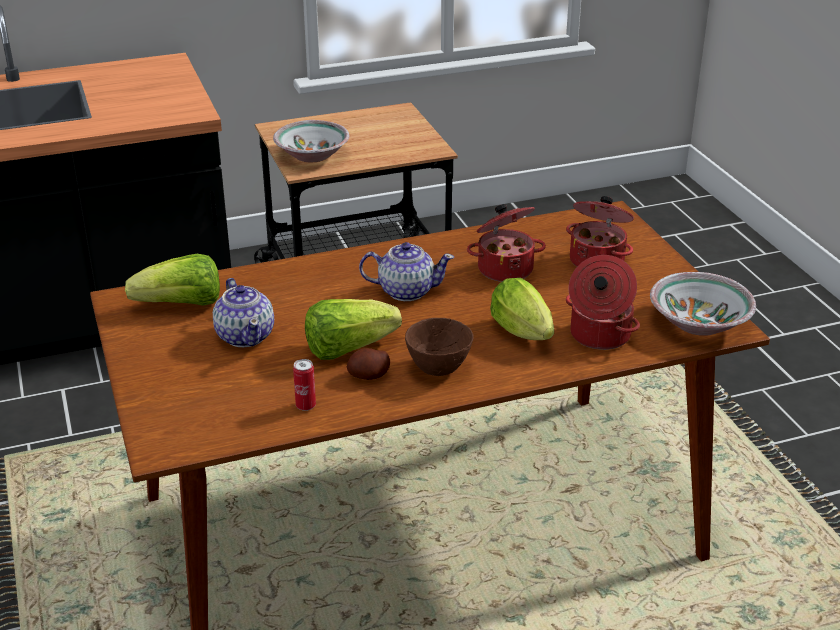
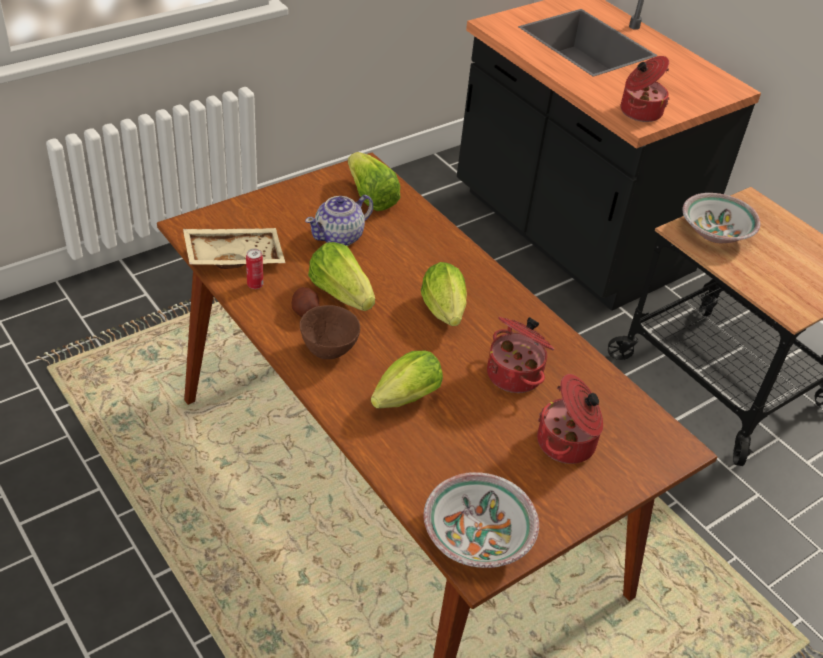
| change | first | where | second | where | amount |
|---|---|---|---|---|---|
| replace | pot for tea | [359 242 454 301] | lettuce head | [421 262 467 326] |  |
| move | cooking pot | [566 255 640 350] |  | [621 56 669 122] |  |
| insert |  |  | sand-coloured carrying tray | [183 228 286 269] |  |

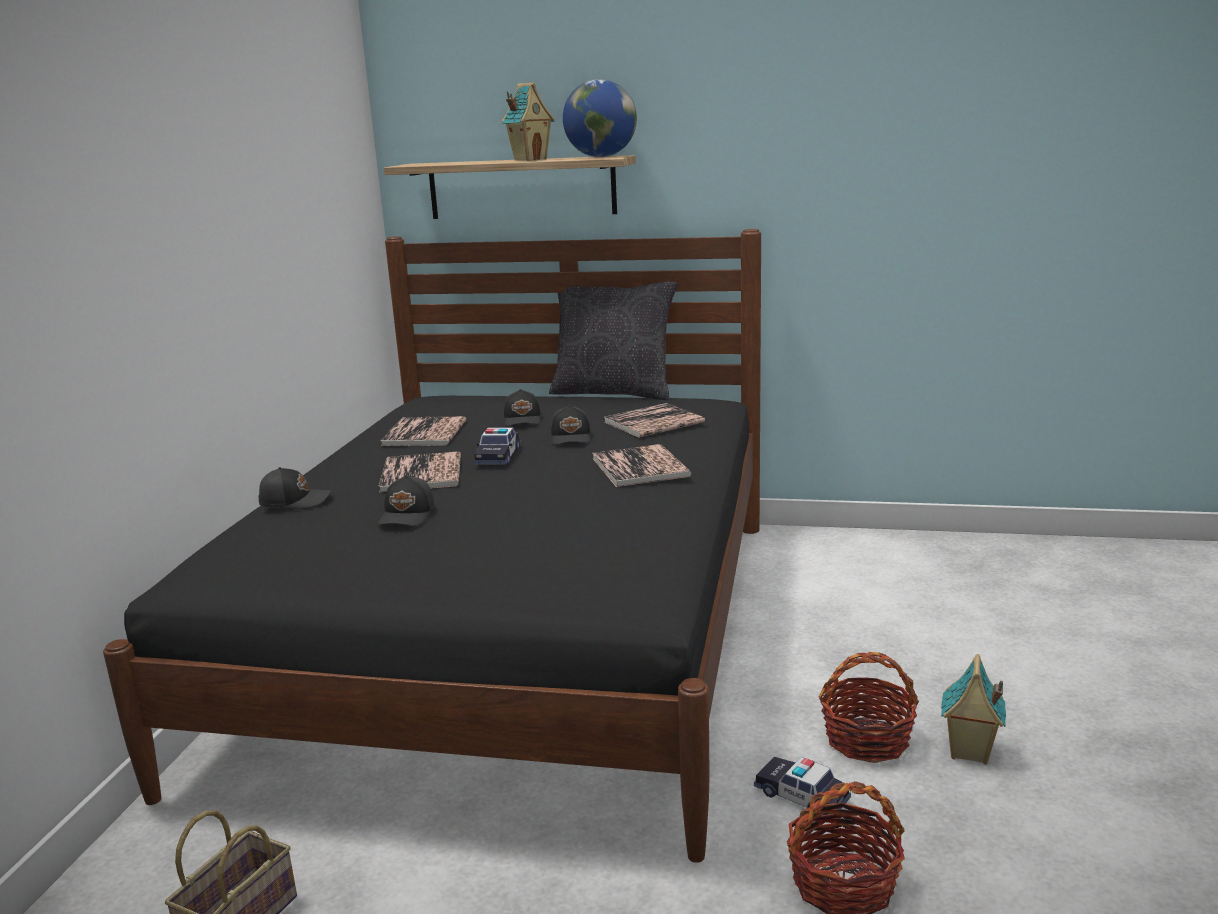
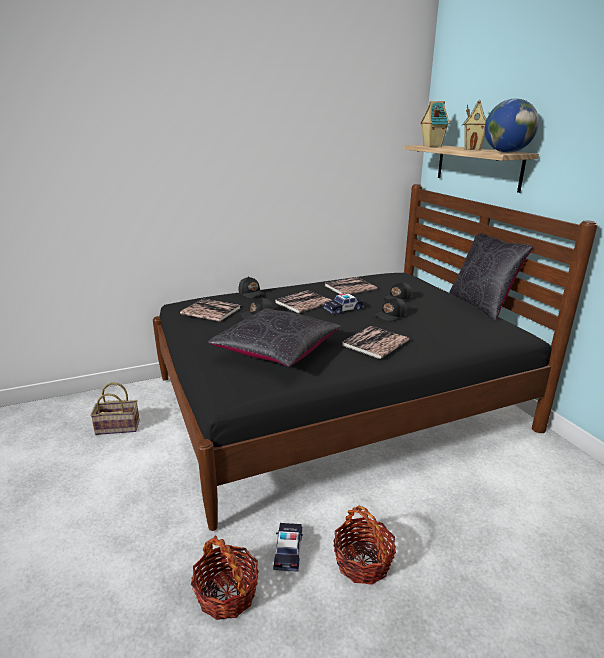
| change | first | where | second | where | amount |
|---|---|---|---|---|---|
| move | book | [604 403 705 438] |  | [180 299 241 322] |  |
| move | miniature house | [941 654 1006 765] |  | [420 101 450 147] |  |
| insert |  |  | black pillow | [208 308 341 367] |  |

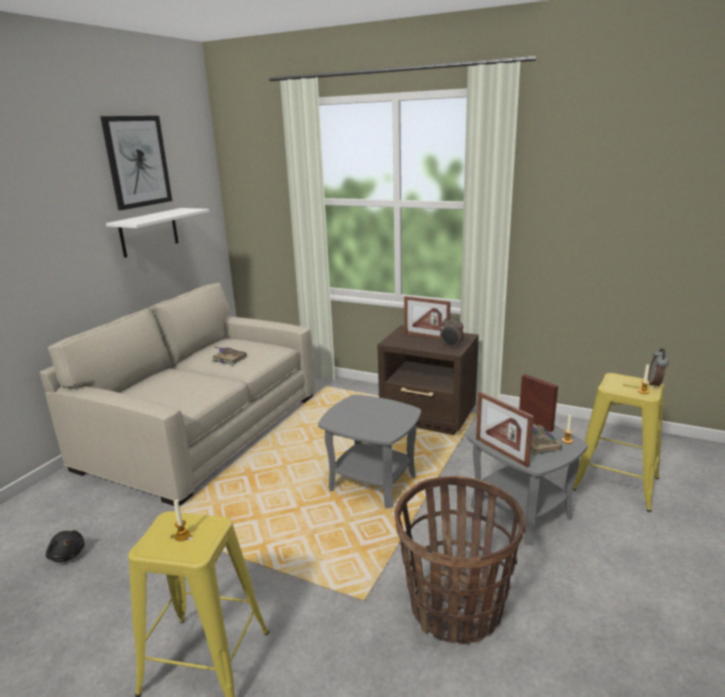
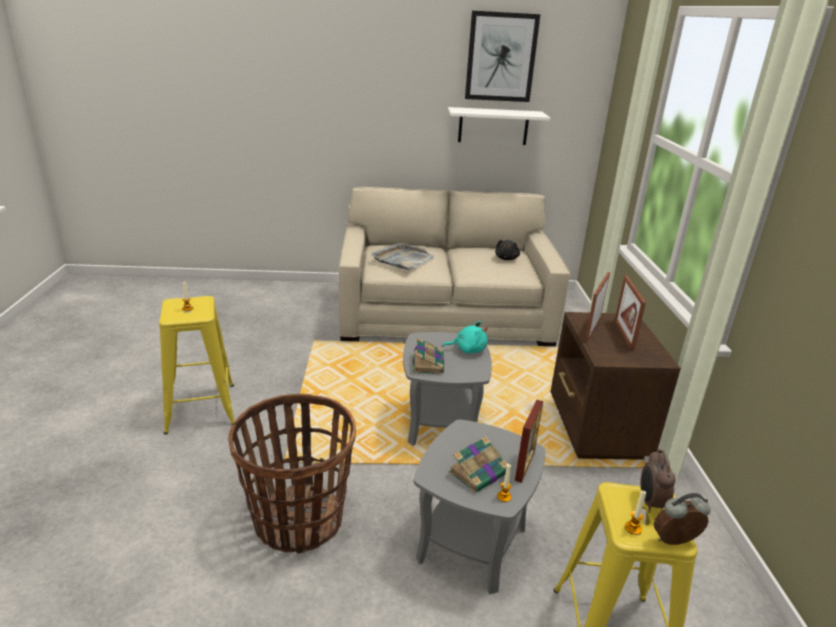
| change | first | where | second | where | amount |
|---|---|---|---|---|---|
| move | black plush toy | [46 530 85 563] |  | [495 240 520 260] |  |
| move | book | [212 346 247 365] |  | [412 338 444 374] |  |
| move | bedside clock | [440 317 464 349] |  | [641 449 676 513] |  |
| move | photo frame | [476 391 534 468] |  | [585 272 610 342] |  |
| insert |  |  | greyish carrying tray | [371 243 435 270] |  |
| insert |  |  | turquoise plush toy | [442 321 488 354] |  |

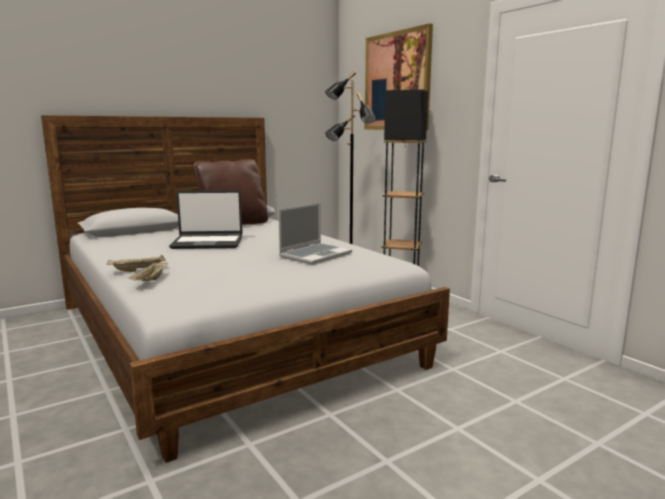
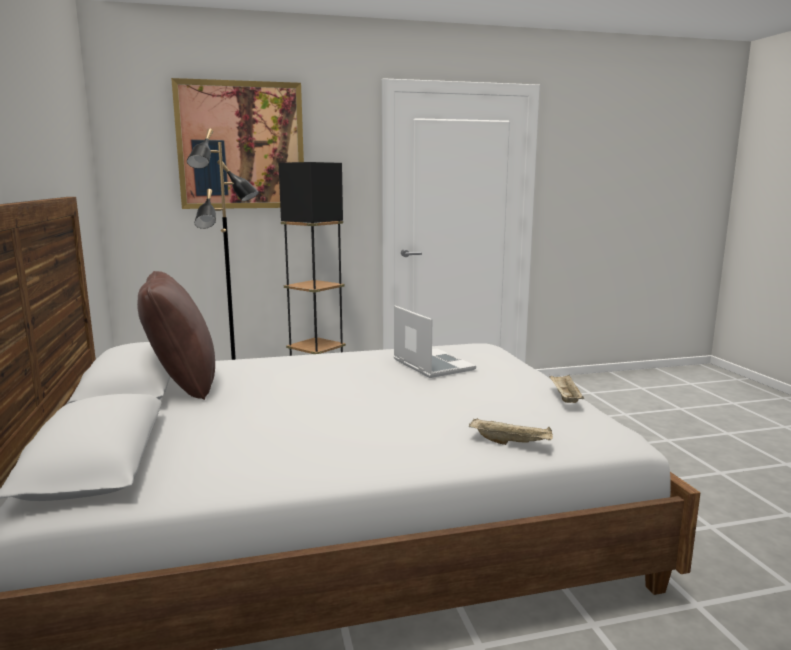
| change | first | where | second | where | amount |
|---|---|---|---|---|---|
| move | sand-coloured carrying tray | [107 255 166 272] |  | [550 375 584 403] |  |
| delete | notebook computer | [169 190 243 249] |  |  |  |

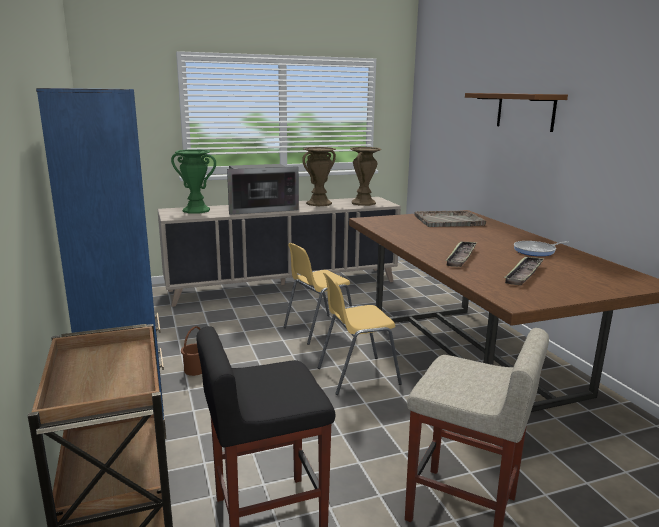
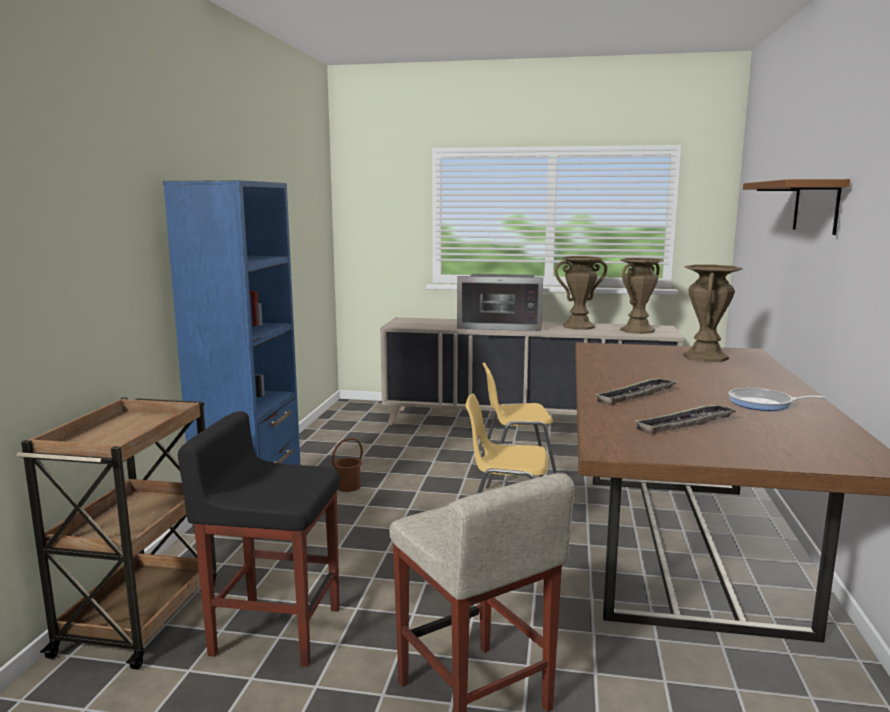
| change | first | where | second | where | amount |
|---|---|---|---|---|---|
| delete | greenish decorative vase | [171 149 216 213] |  |  |  |
| replace | greyish carrying tray | [415 211 486 227] | brown-coloured decorative vase | [683 264 743 362] |  |

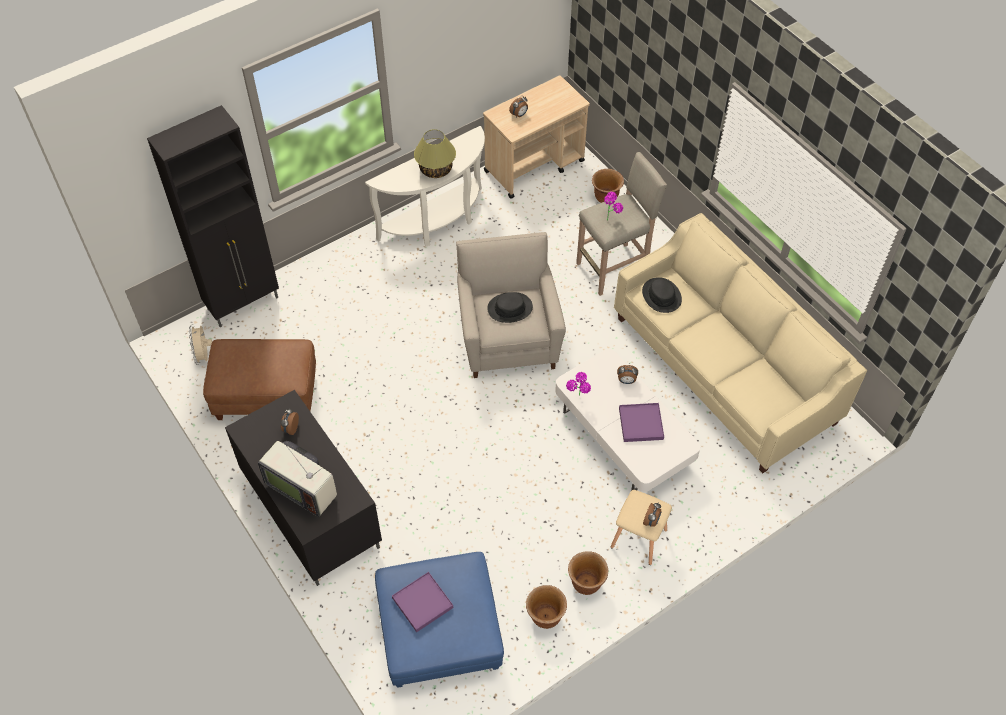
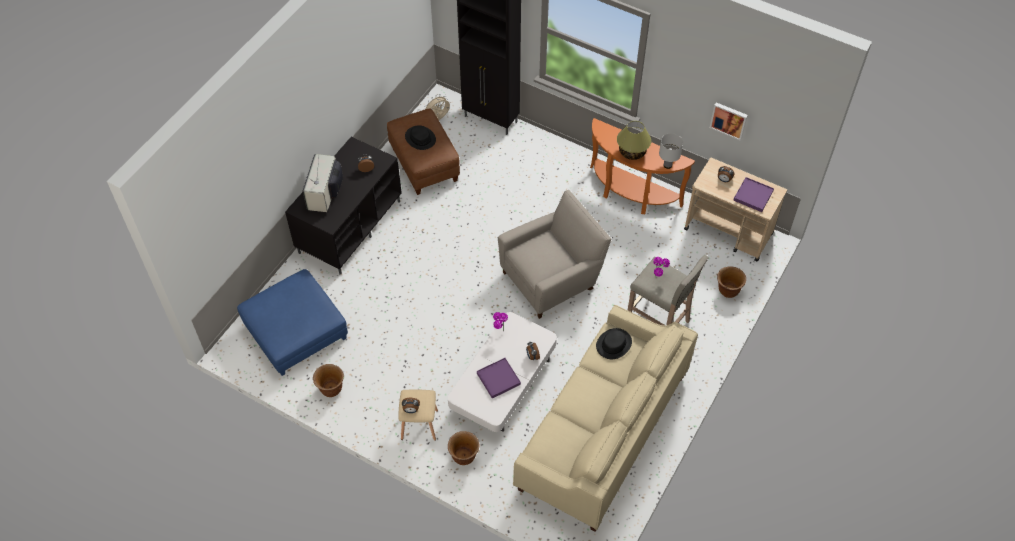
| change | first | where | second | where | amount |
|---|---|---|---|---|---|
| recolor | white hall table | [365 126 485 247] | orangey hall table | [590 118 695 214] |  |
| move | purple-coloured carrying tray | [392 572 453 632] |  | [733 177 774 212] |  |
| move | black hat | [487 292 533 323] |  | [405 125 436 150] |  |
| move | brown-coloured plant pot | [568 551 608 595] |  | [448 431 480 465] |  |
| insert |  |  | white tabletop lamp | [659 133 683 169] |  |
| insert |  |  | wall art | [710 102 748 140] |  |

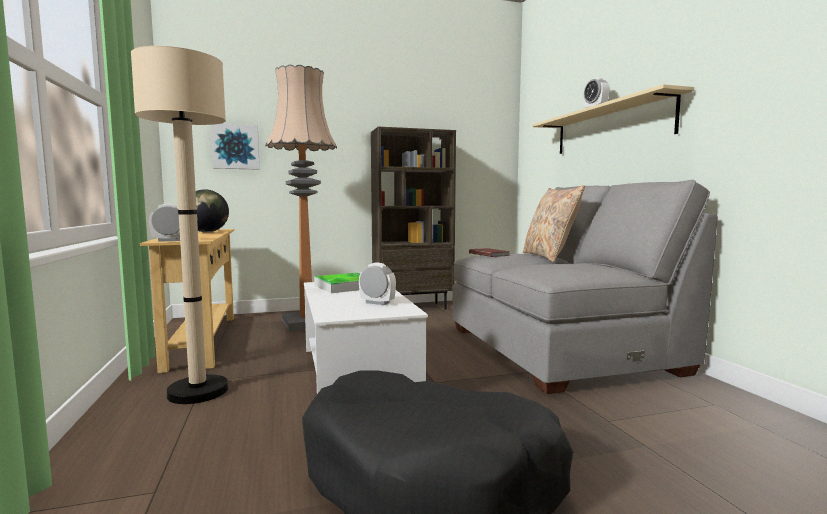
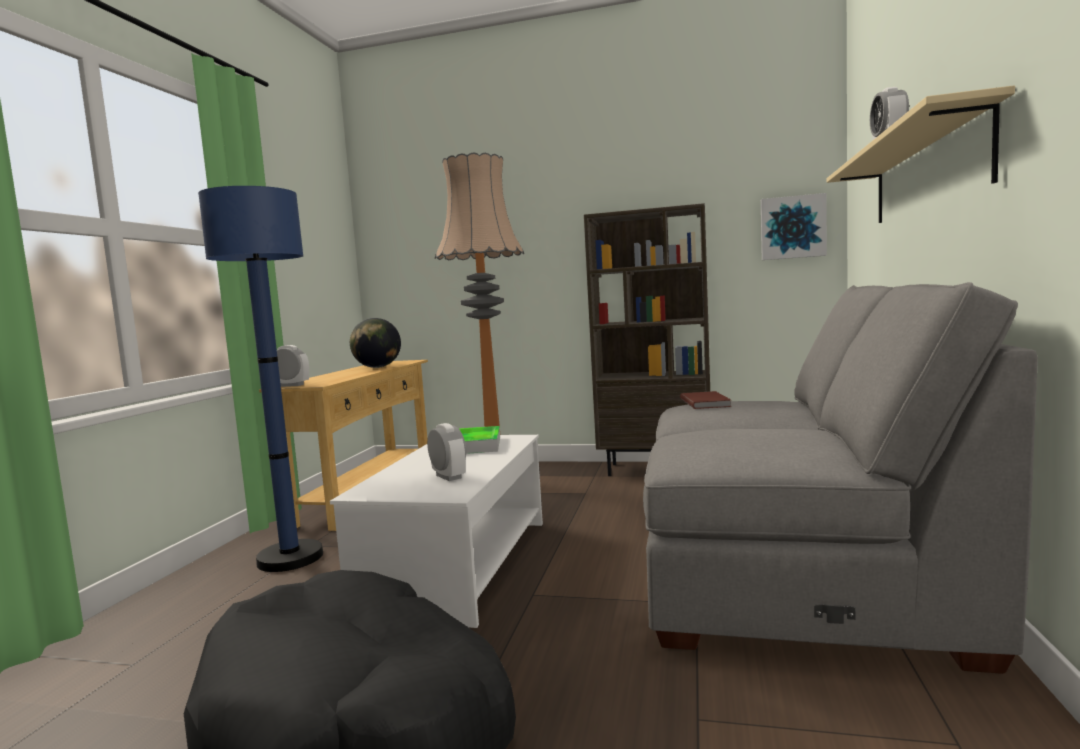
| change | first | where | second | where | amount |
|---|---|---|---|---|---|
| recolor | sand-coloured floor lamp | [131 46 228 404] | bluish floor lamp | [198 186 323 572] |  |
| move | wall art | [211 124 260 170] |  | [761 193 827 260] |  |
| delete | sand-coloured pillow | [523 185 585 262] |  |  |  |

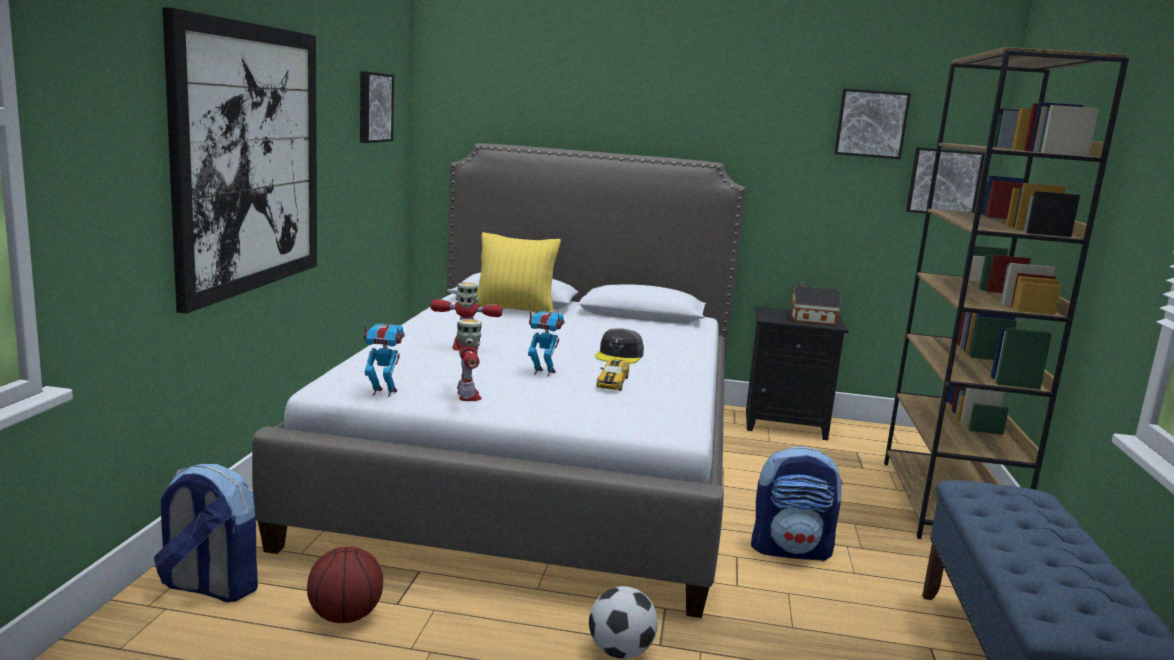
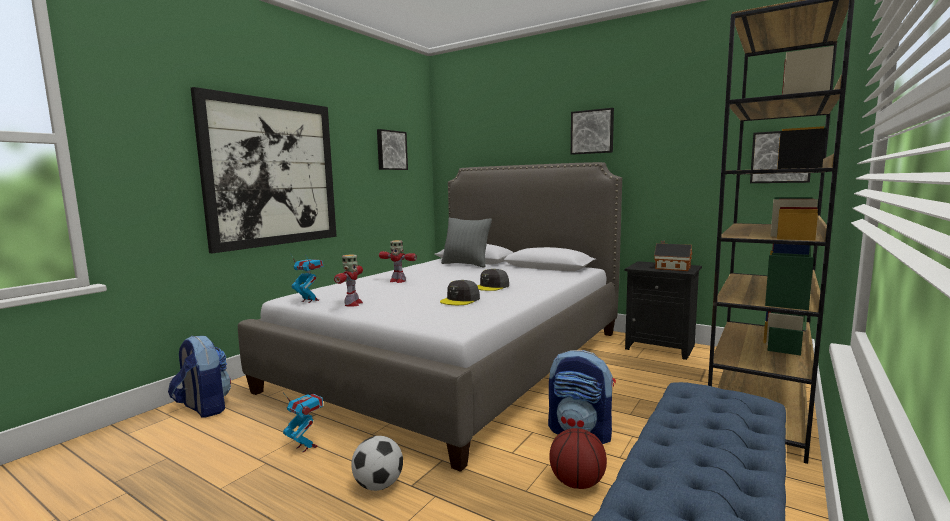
| change | first | where | second | where | amount |
|---|---|---|---|---|---|
| move | basketball | [307 546 383 623] |  | [549 428 607 489] |  |
| recolor | yellow pillow | [475 232 561 313] | greyish pillow | [441 218 492 267] |  |
| move | robot figure | [528 304 565 376] |  | [283 392 323 452] |  |
| replace | miniature car | [596 358 629 390] | greyish peaked cap | [440 280 480 305] |  |
| move | wall art | [834 89 911 159] |  | [571 108 614 155] |  |

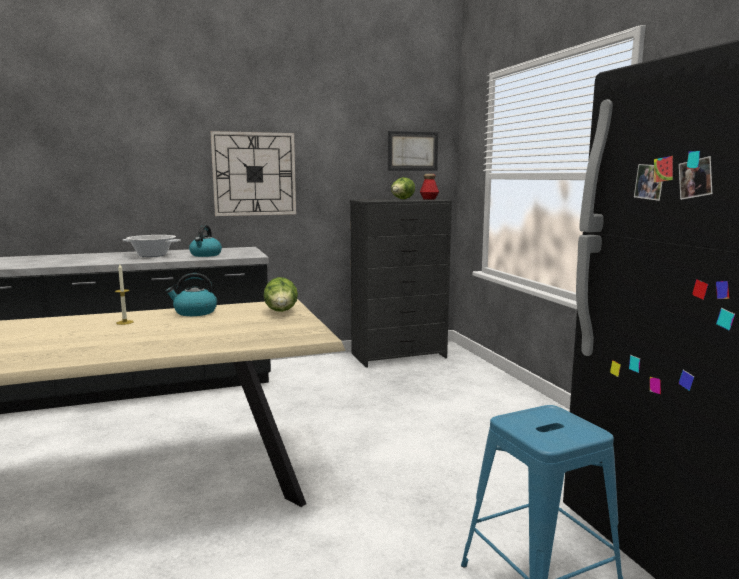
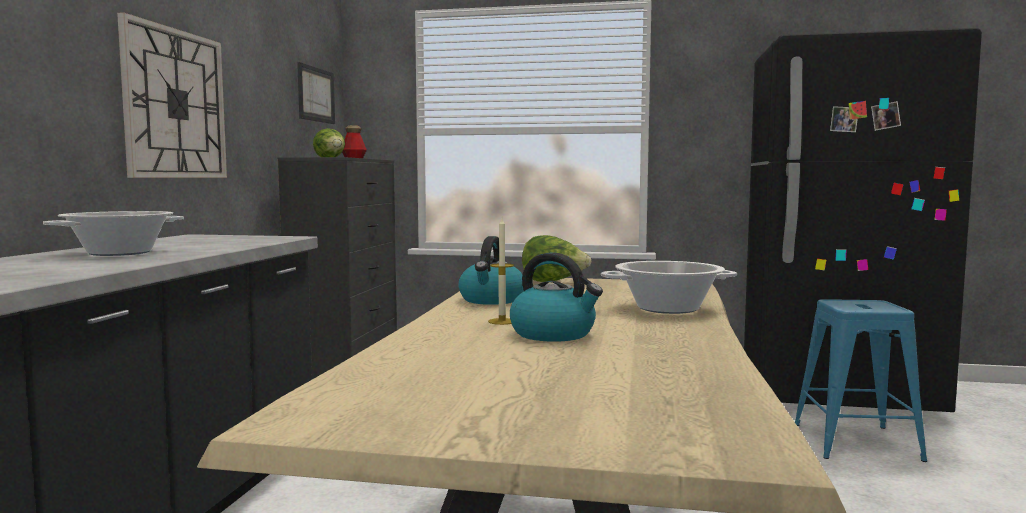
| change | first | where | second | where | amount |
|---|---|---|---|---|---|
| move | tea kettle | [189 225 222 257] |  | [510 253 603 342] |  |
| insert |  |  | cooking pot | [601 261 737 314] |  |

